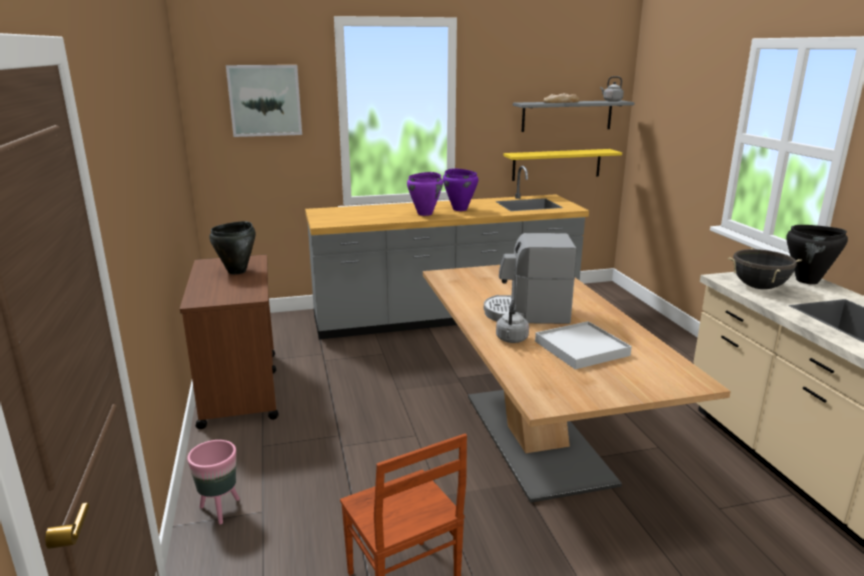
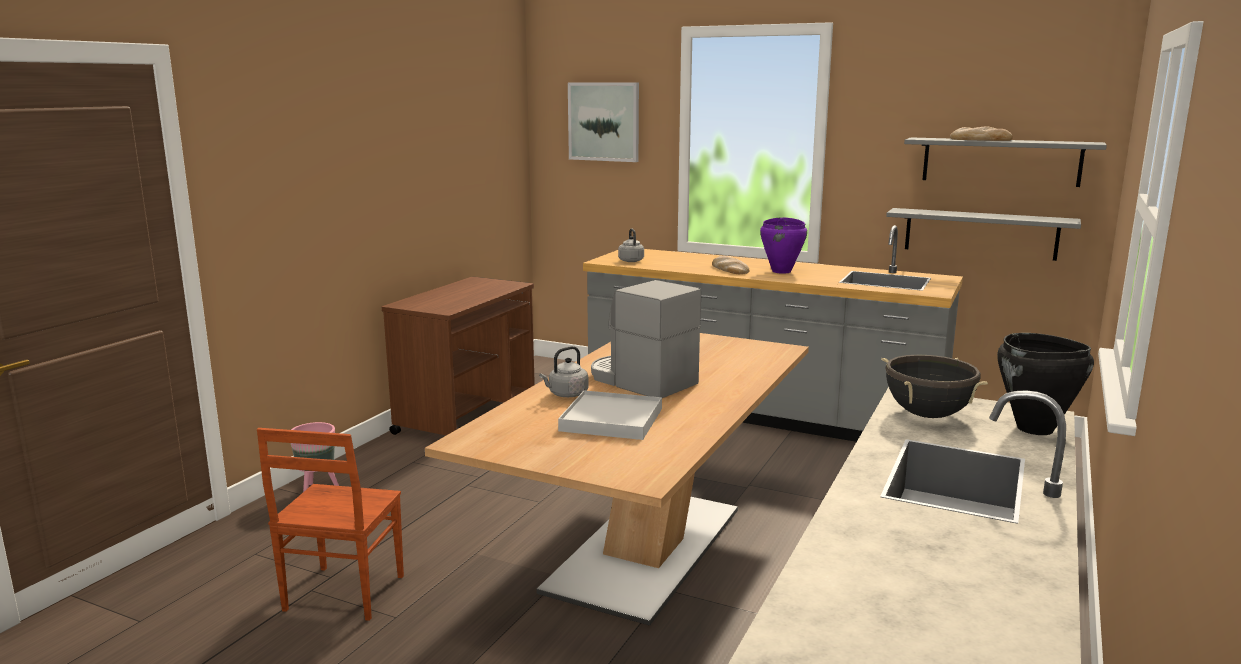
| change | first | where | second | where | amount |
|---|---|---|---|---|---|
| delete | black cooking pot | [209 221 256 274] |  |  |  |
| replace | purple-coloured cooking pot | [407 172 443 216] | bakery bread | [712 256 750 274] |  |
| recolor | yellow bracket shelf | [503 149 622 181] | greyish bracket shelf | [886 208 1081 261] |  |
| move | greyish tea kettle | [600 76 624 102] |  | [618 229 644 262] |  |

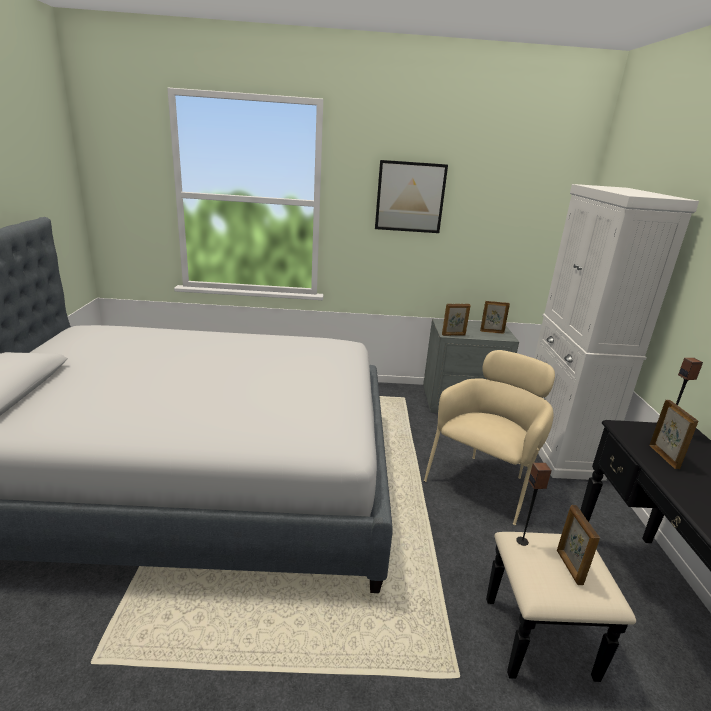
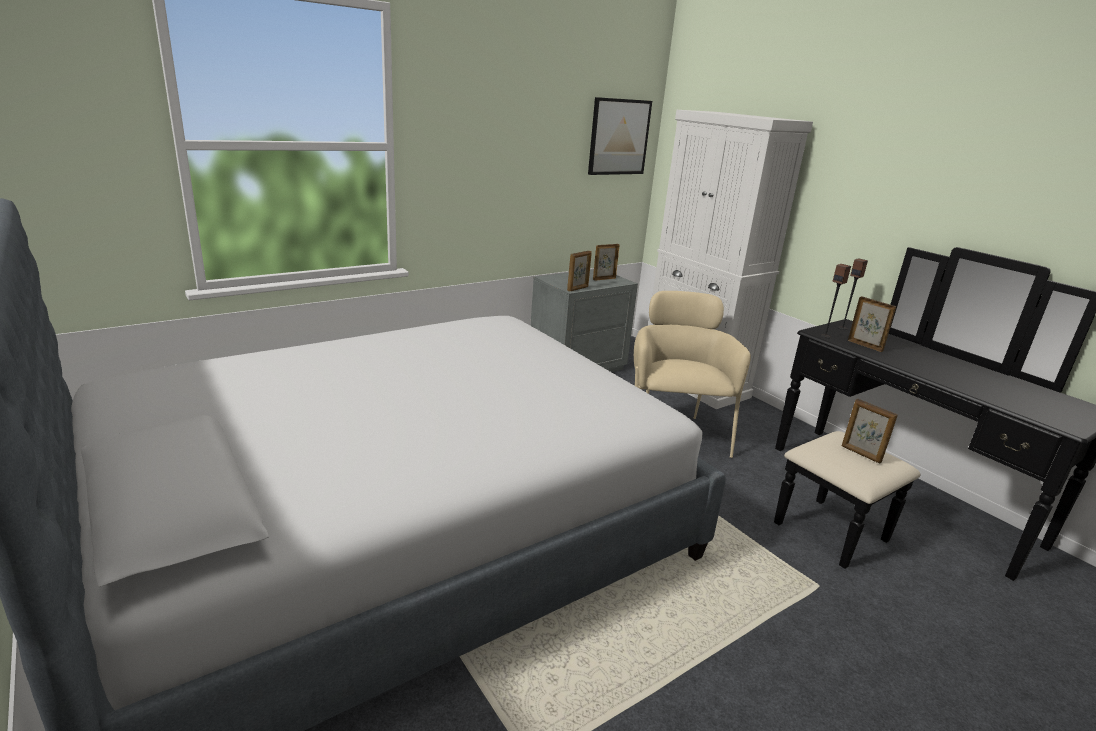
| change | first | where | second | where | amount |
|---|---|---|---|---|---|
| move | wall art | [375 160 448 233] |  | [588 97 652 175] |  |
| move | speaker | [516 463 552 546] |  | [820 264 851 338] |  |

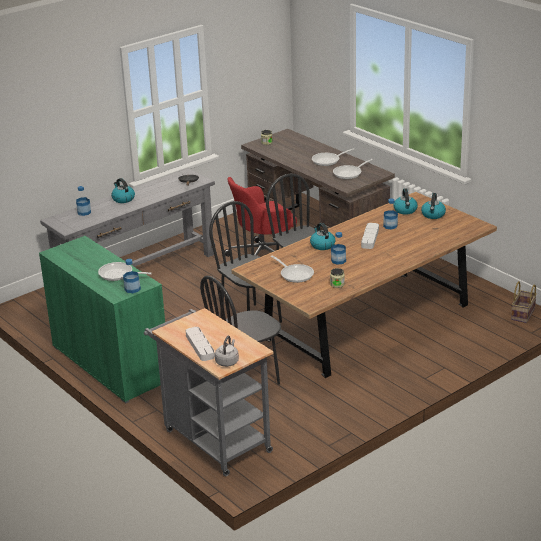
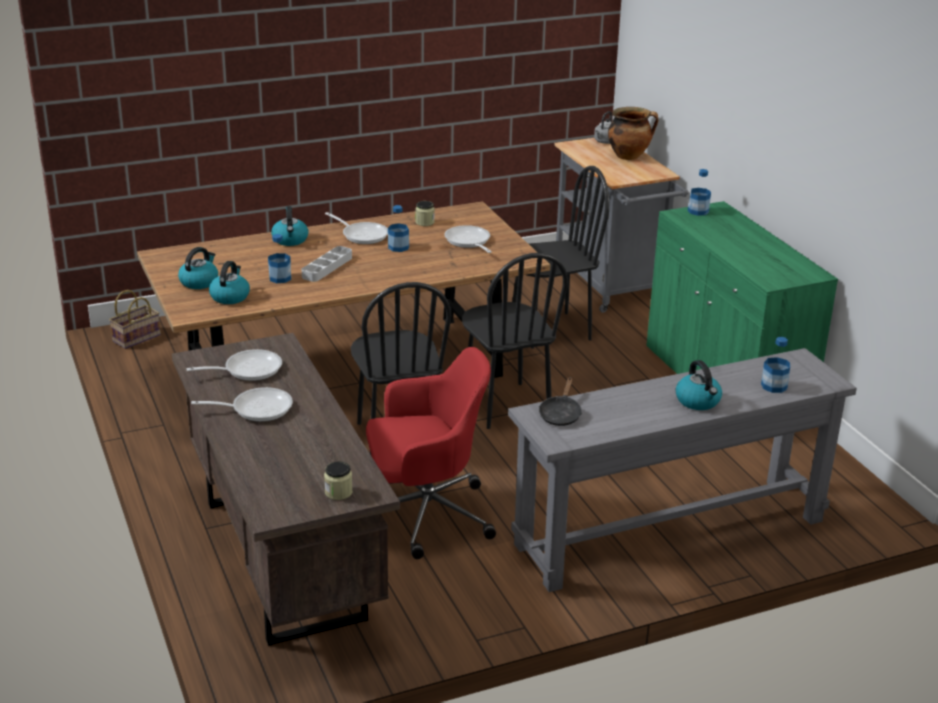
| change | first | where | second | where | amount |
|---|---|---|---|---|---|
| move | pan | [98 262 152 281] |  | [325 212 388 244] |  |
| replace | greyish carrying tray | [186 327 215 361] | cooking pot | [608 107 658 160] |  |
| move | tea kettle | [310 223 336 250] |  | [271 206 309 246] |  |

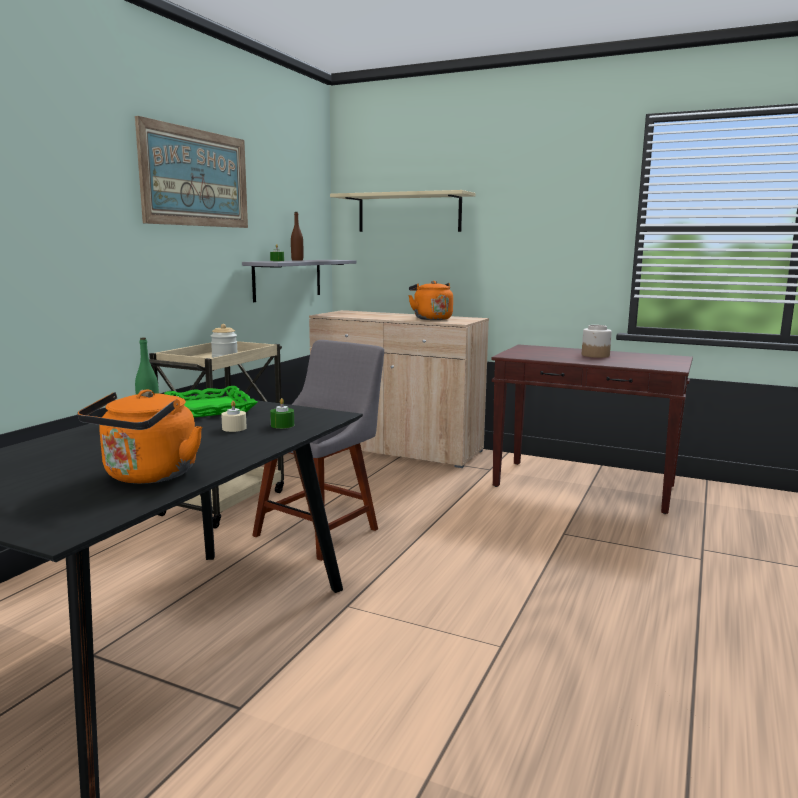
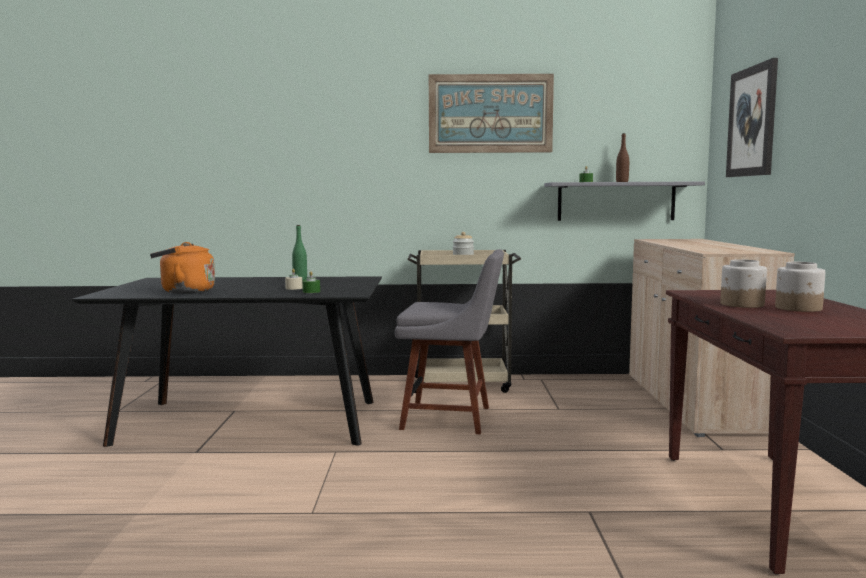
| change | first | where | second | where | amount |
|---|---|---|---|---|---|
| delete | greenish carrying tray | [164 386 258 417] |  |  |  |
| replace | sand-coloured bracket shelf | [330 190 476 232] | wall art | [726 58 778 177] |  |
| delete | orangey tea kettle | [408 281 453 320] |  |  |  |
| insert |  |  | jar | [720 259 767 308] |  |

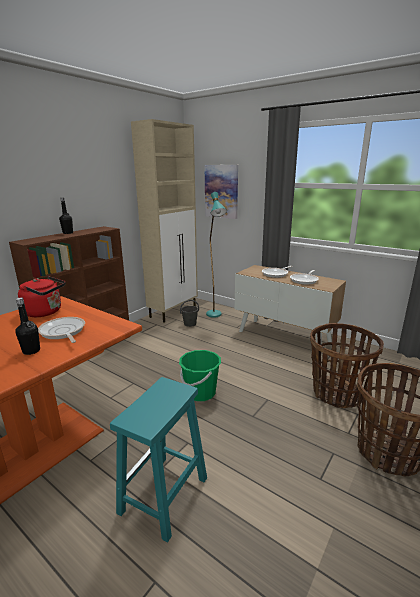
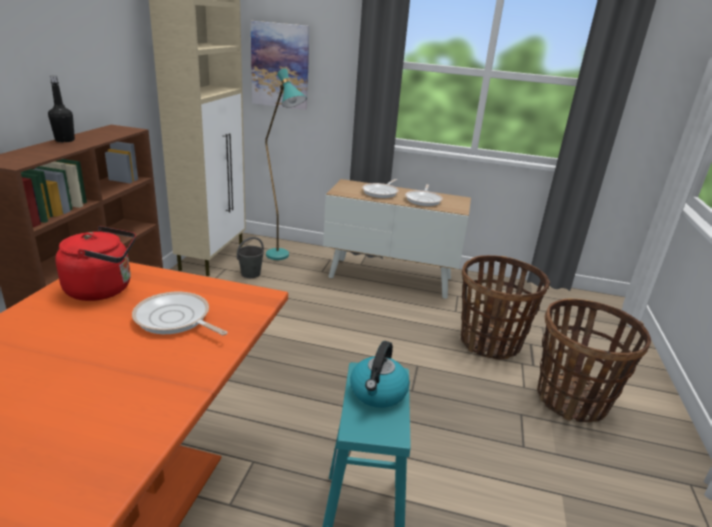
| change | first | where | second | where | amount |
|---|---|---|---|---|---|
| delete | black bottle | [15 298 40 355] |  |  |  |
| delete | greenish water bucket | [179 350 221 401] |  |  |  |
| insert |  |  | tea kettle | [350 341 410 408] |  |

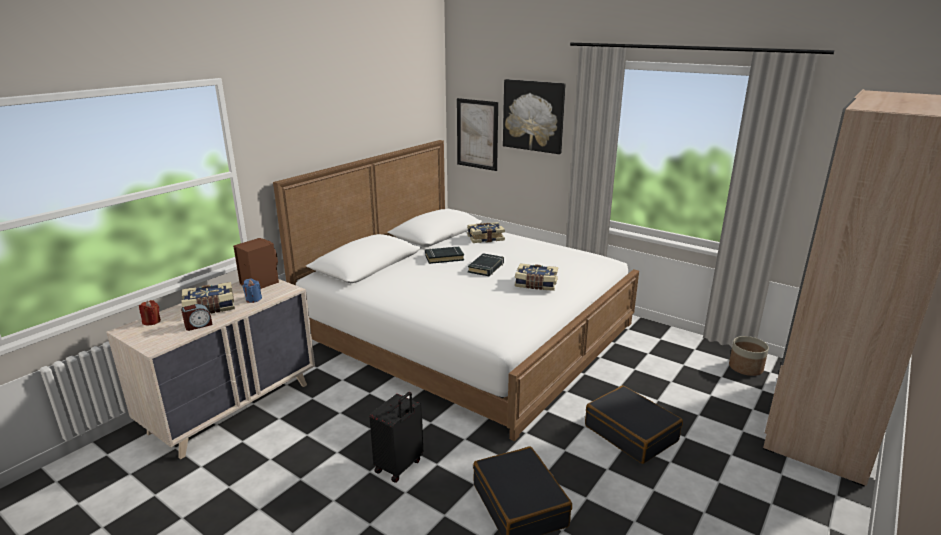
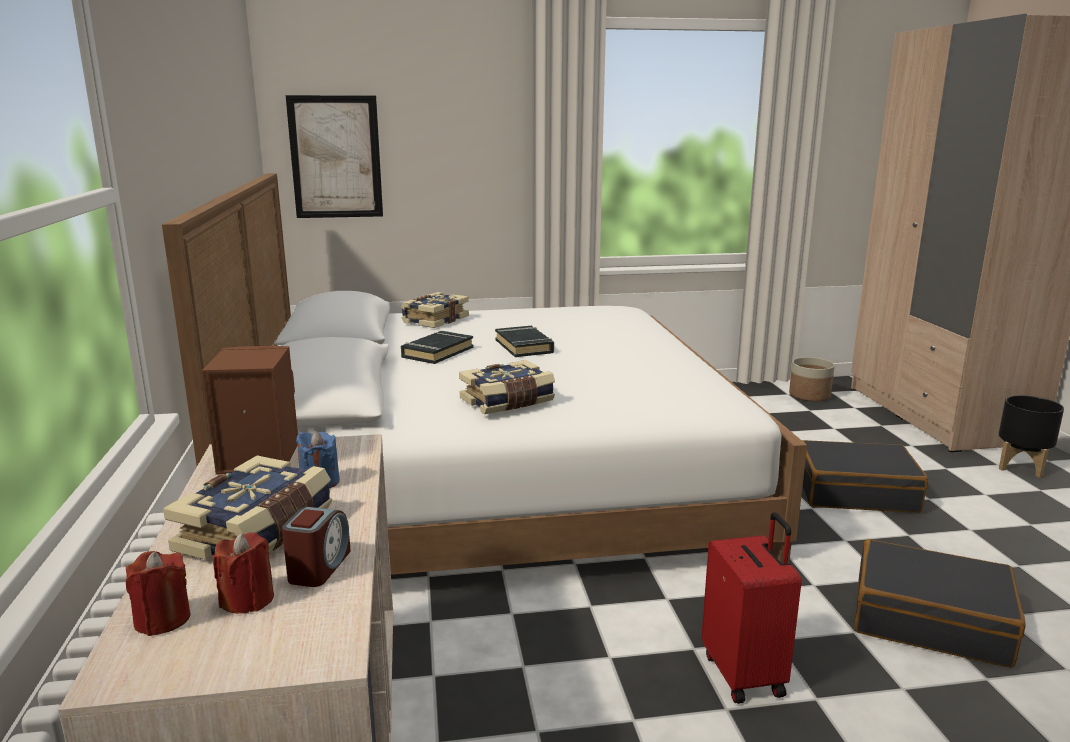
| change | first | where | second | where | amount |
|---|---|---|---|---|---|
| recolor | black suitcase | [369 392 423 482] | red suitcase | [702 512 801 704] |  |
| delete | wall art | [503 79 566 154] |  |  |  |
| move | book | [515 263 558 291] |  | [459 360 555 414] |  |
| insert |  |  | red candle | [213 532 274 614] |  |
| insert |  |  | black plant pot | [999 395 1064 478] |  |

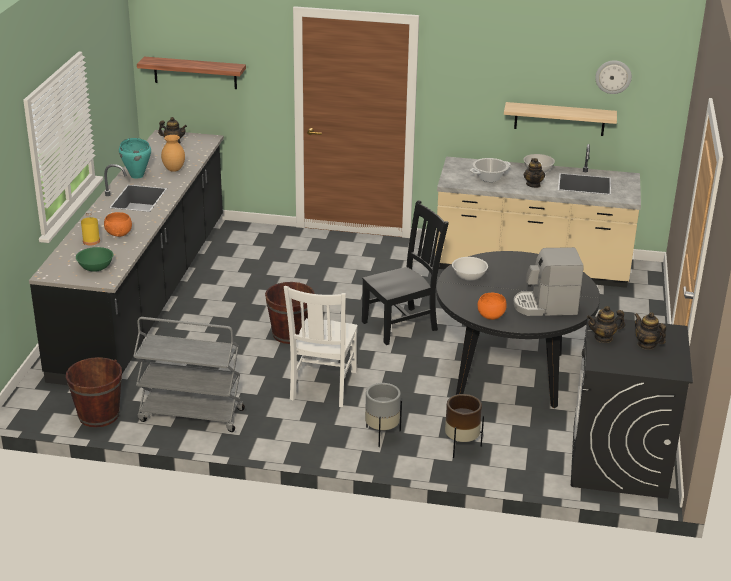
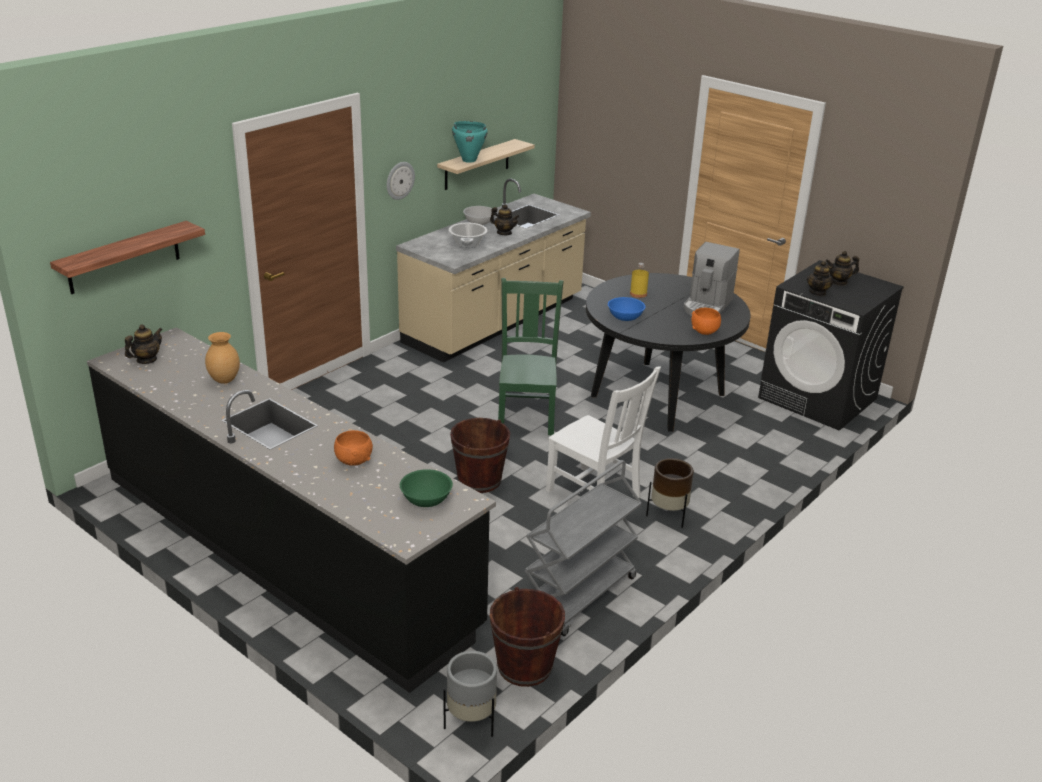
| change | first | where | second | where | amount |
|---|---|---|---|---|---|
| move | yellow bottle | [81 211 100 245] |  | [630 263 649 298] |  |
| move | turquoise cooking pot | [119 138 151 179] |  | [452 121 488 163] |  |
| recolor | black upright chair | [362 200 449 345] | greenish upright chair | [498 278 564 435] |  |
| move | greyish plant pot | [365 383 402 447] |  | [444 651 497 737] |  |
| move | brown-coloured plant pot | [445 394 484 458] |  | [646 458 694 528] |  |
| recolor | white serving bowl | [452 257 488 281] | bluish serving bowl | [608 297 645 321] |  |
| move | clock on the wall | [595 60 632 94] |  | [387 162 415 200] |  |

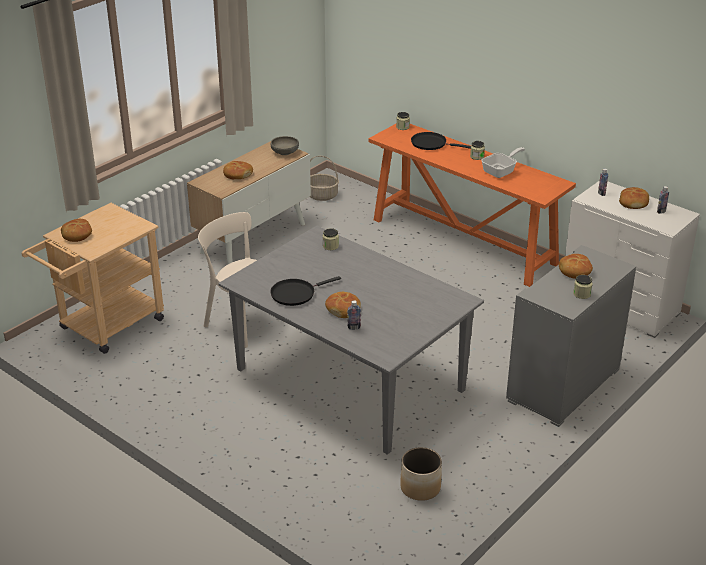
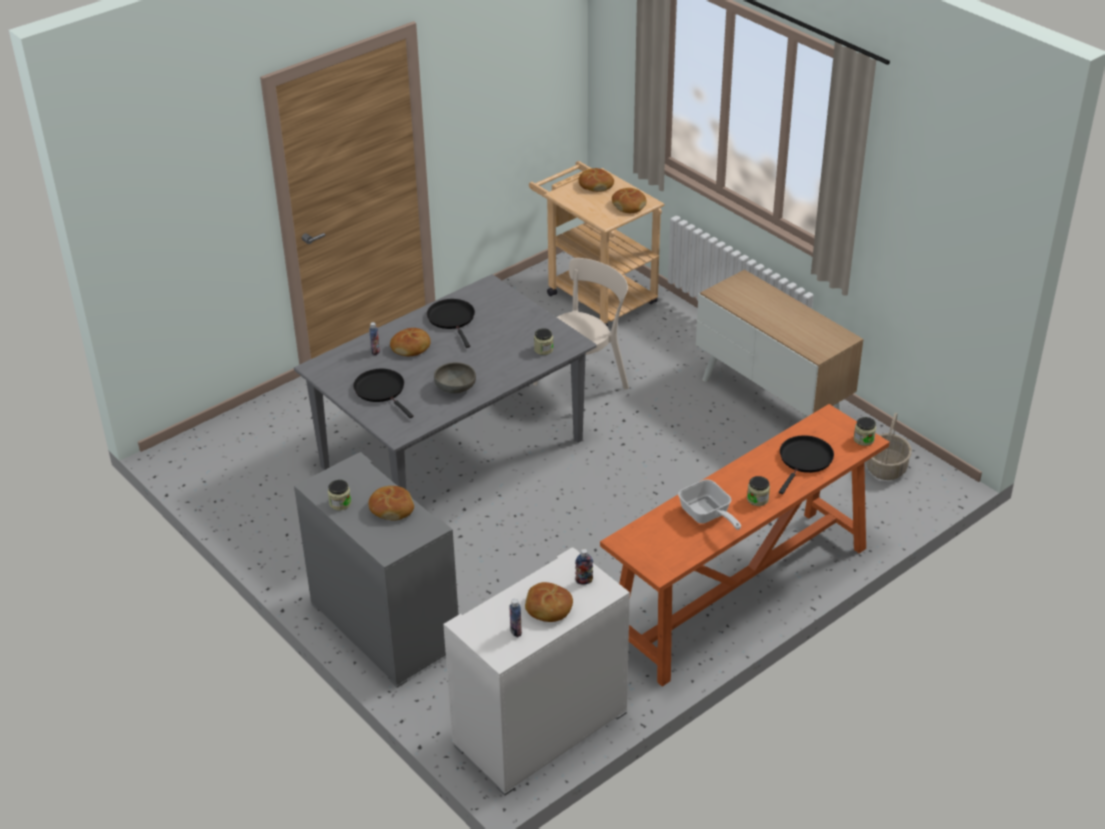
| change | first | where | second | where | amount |
|---|---|---|---|---|---|
| move | bakery bread | [223 161 253 180] |  | [612 188 647 213] |  |
| move | greyish serving bowl | [271 136 299 155] |  | [434 362 476 393] |  |
| delete | plant pot | [400 447 442 501] |  |  |  |
| insert |  |  | black pan | [353 369 414 418] |  |

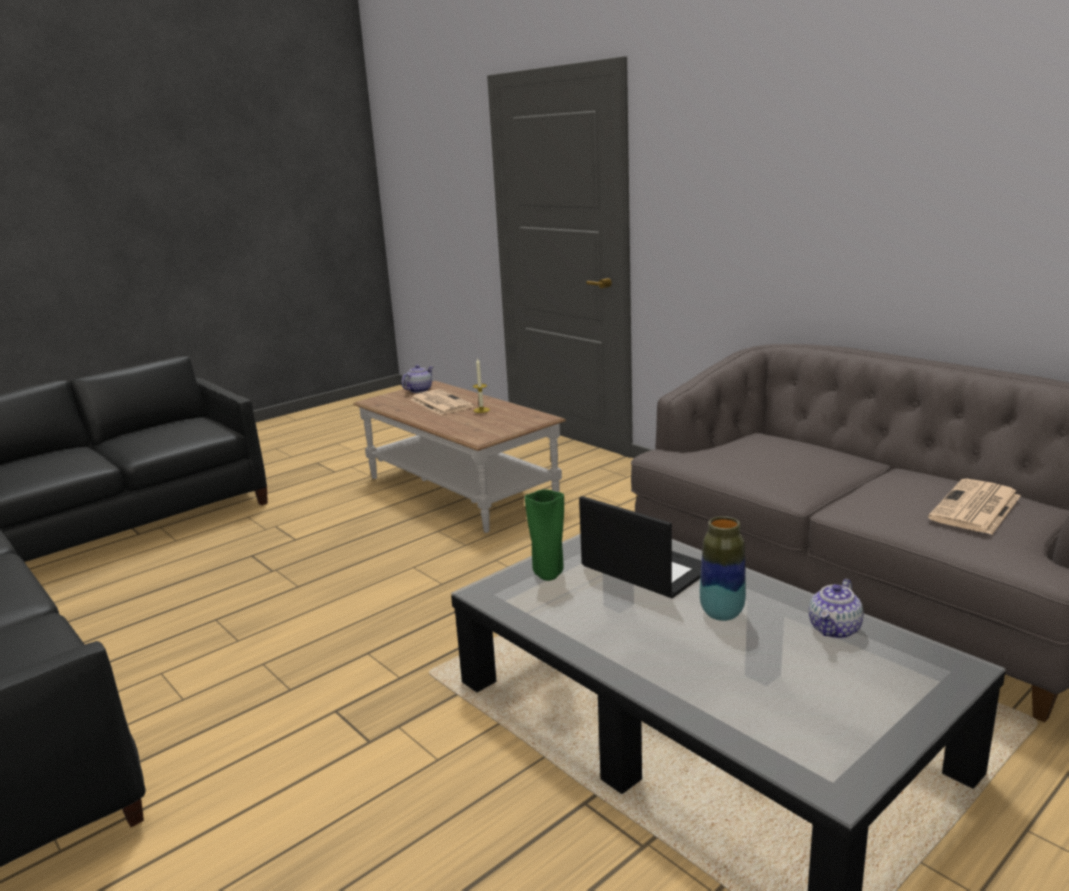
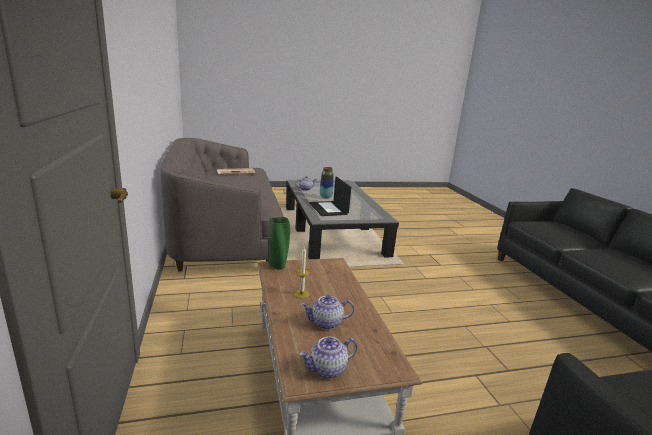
| change | first | where | second | where | amount |
|---|---|---|---|---|---|
| replace | newspaper | [411 389 474 415] | pot for tea | [301 295 354 330] |  |
| move | greenish decorative vase | [525 490 564 581] |  | [269 217 290 270] |  |

